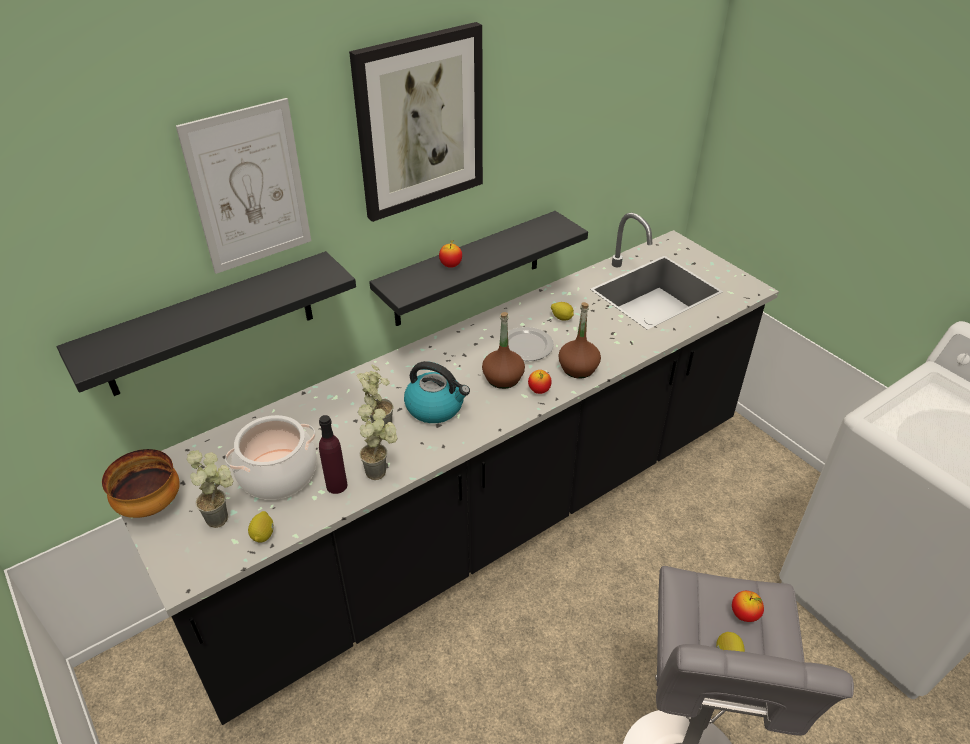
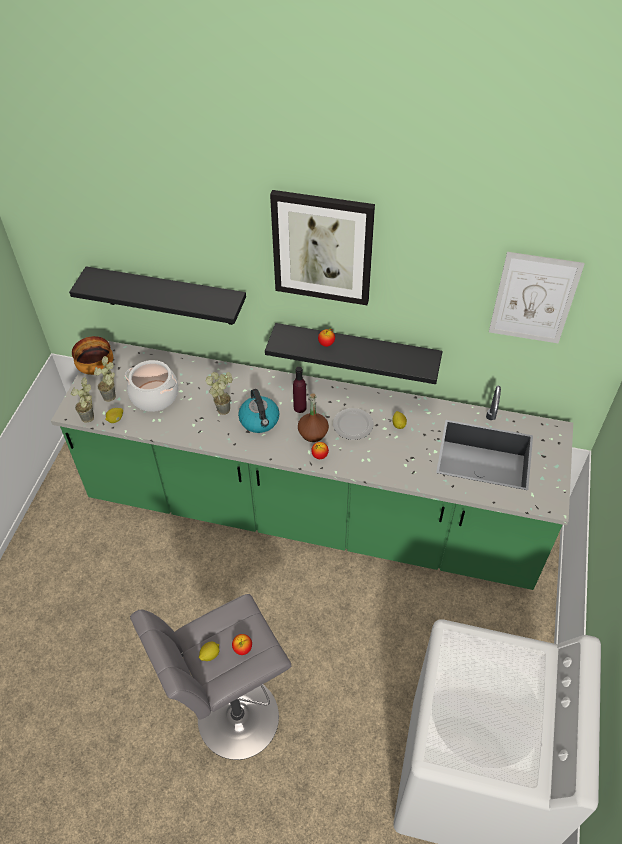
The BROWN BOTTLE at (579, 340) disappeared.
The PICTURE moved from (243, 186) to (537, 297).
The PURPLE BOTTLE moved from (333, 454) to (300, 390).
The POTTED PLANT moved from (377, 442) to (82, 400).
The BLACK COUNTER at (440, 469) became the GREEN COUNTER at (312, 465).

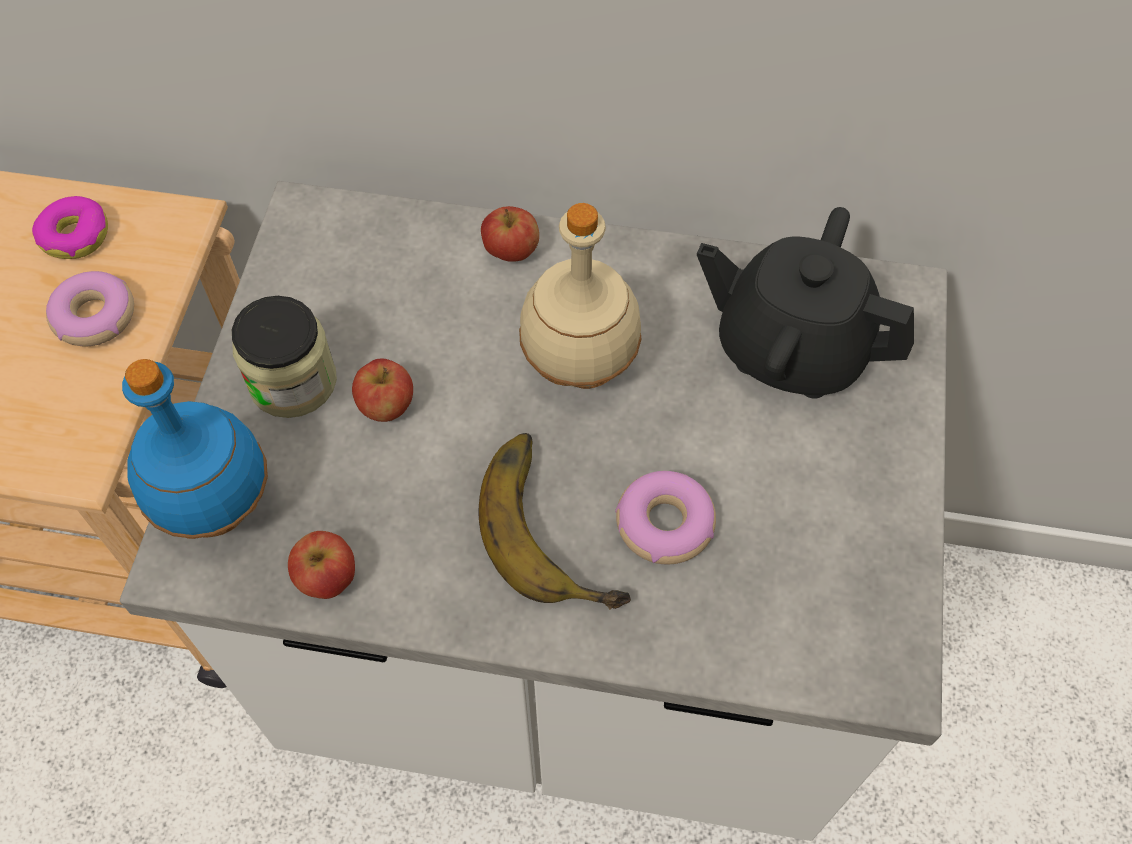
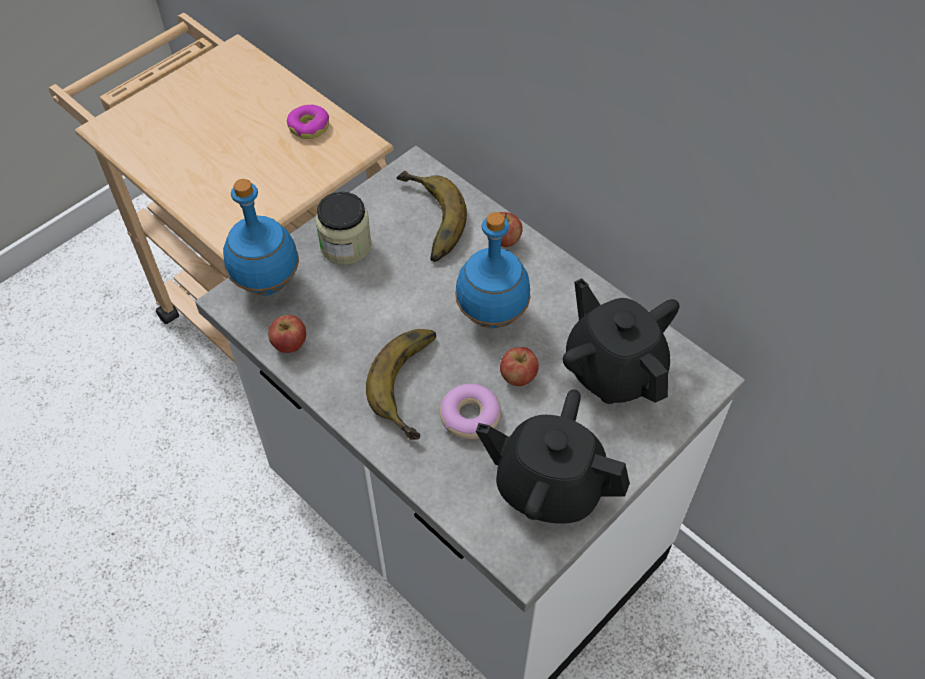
The DONUT at (90, 309) disappeared.
The BANANA at (432, 216) appeared.
The BLACK TEAPOT at (553, 456) appeared.
The APPLE moved from (382, 390) to (519, 366).
The BEIGE BOTTLE at (580, 296) became the BLUE BOTTLE at (493, 270).

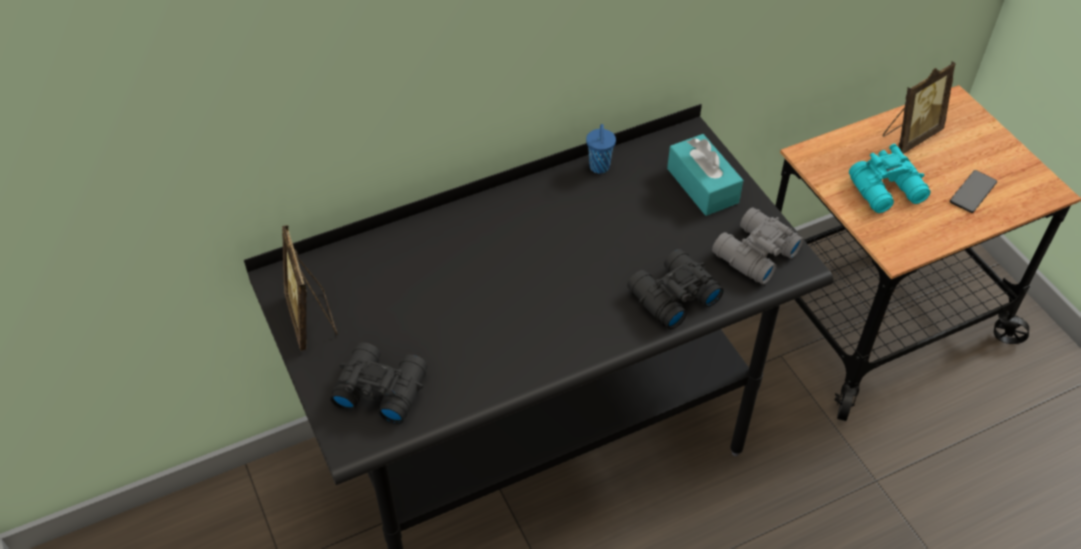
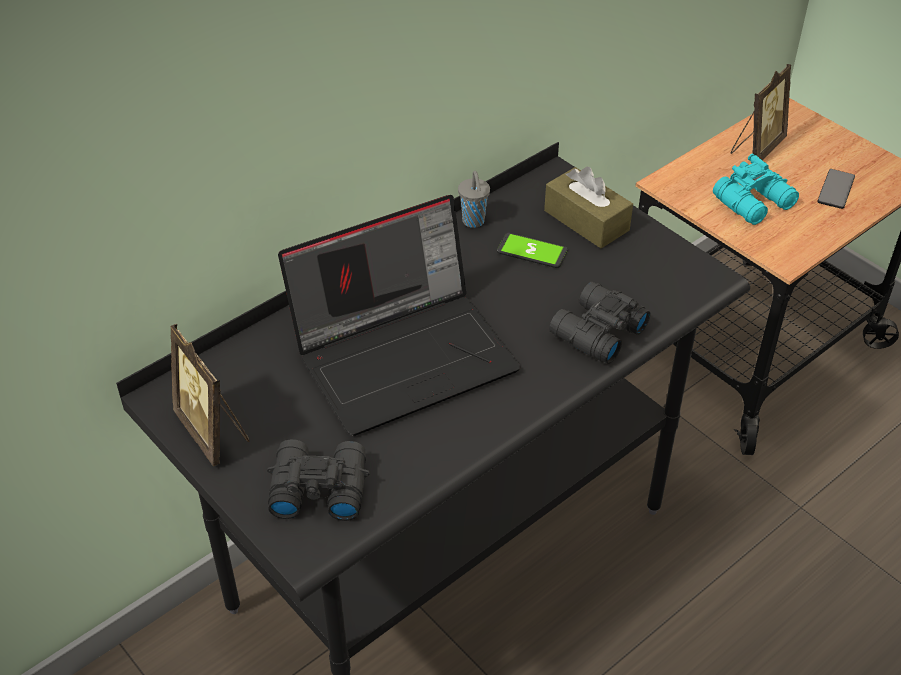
The GREY BINOCULARS at (758, 246) disappeared.
The LAPTOP at (399, 315) appeared.
The PHONE at (532, 250) appeared.
The BLUE CUP at (601, 149) became the GREY CUP at (474, 199).
The TURQUOISE TISSUE BOX at (705, 175) became the BROWN TISSUE BOX at (588, 207).

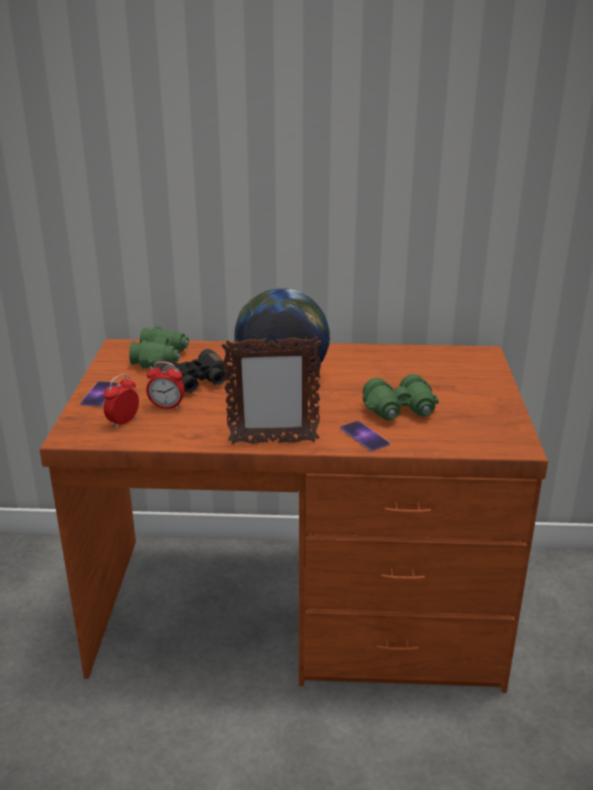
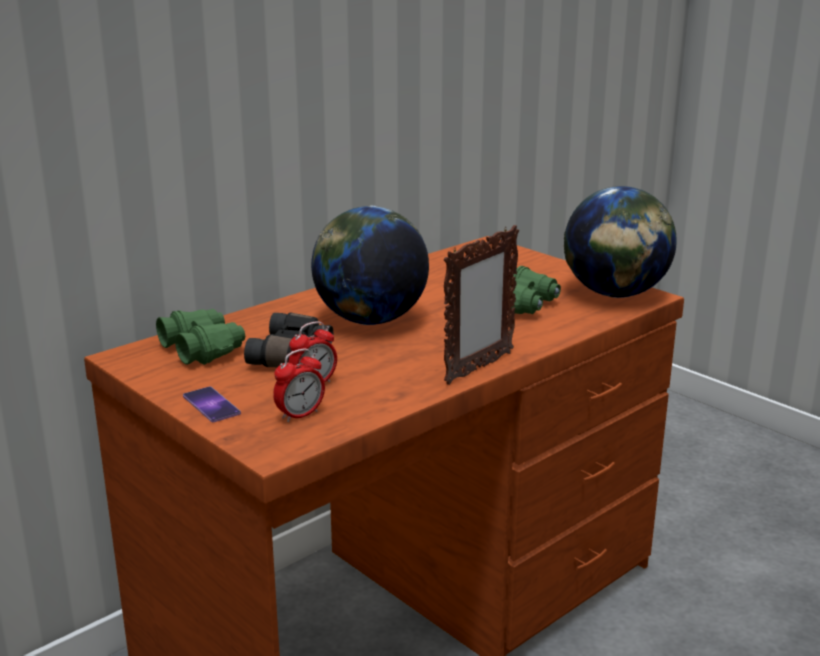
The PHONE at (365, 436) disappeared.
The GLOBE at (620, 242) appeared.
The ALARM CLOCK at (121, 401) turned 120 degrees counterclockwise.

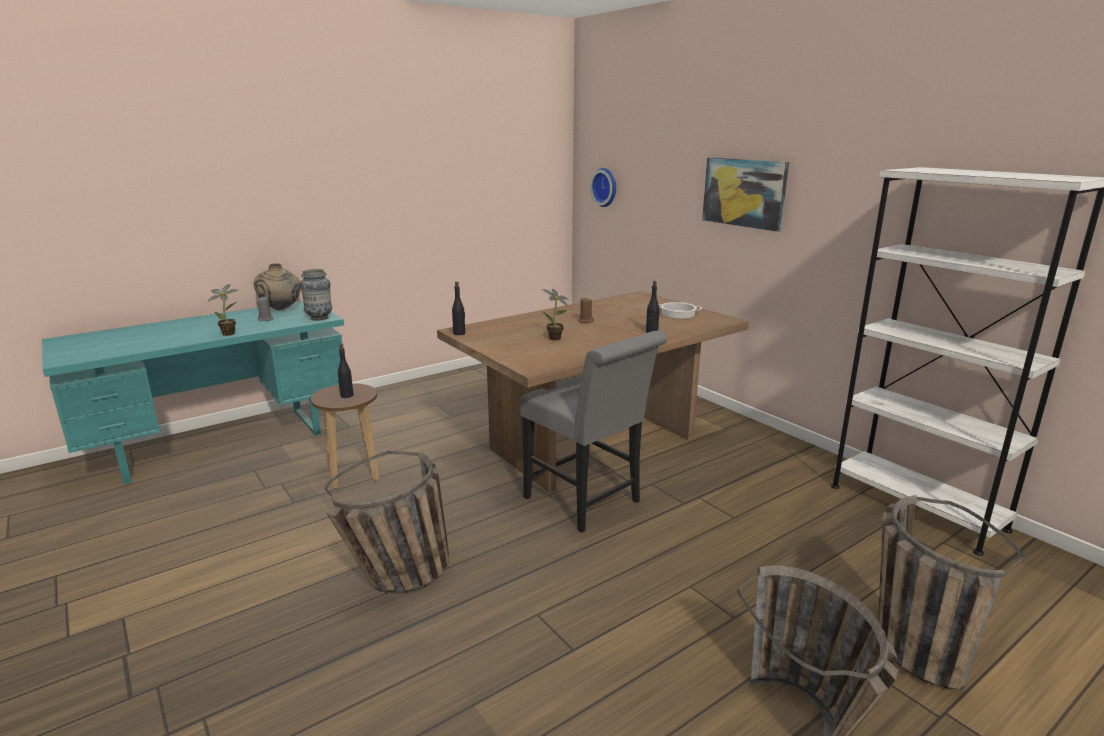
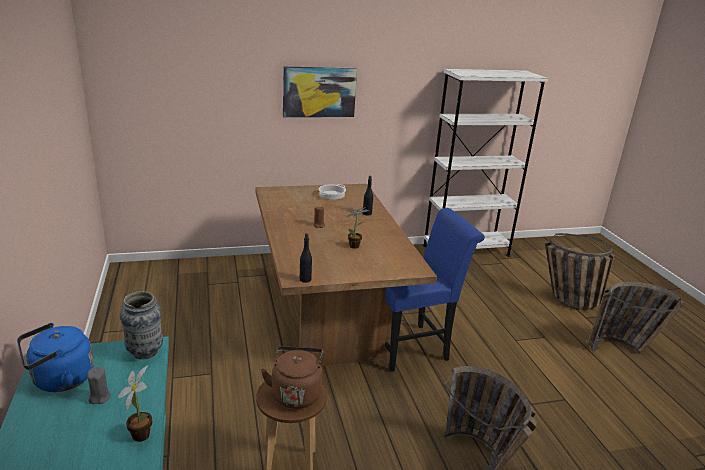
The WALL CLOCK at (603, 187) disappeared.
The BEIGE VASE at (277, 286) was replaced by the BLUE KETTLE at (55, 357).
The BLACK BOTTLE at (346, 371) was replaced by the BROWN KETTLE at (292, 377).
The GREY CHAIR at (593, 431) became the BLUE CHAIR at (435, 290).

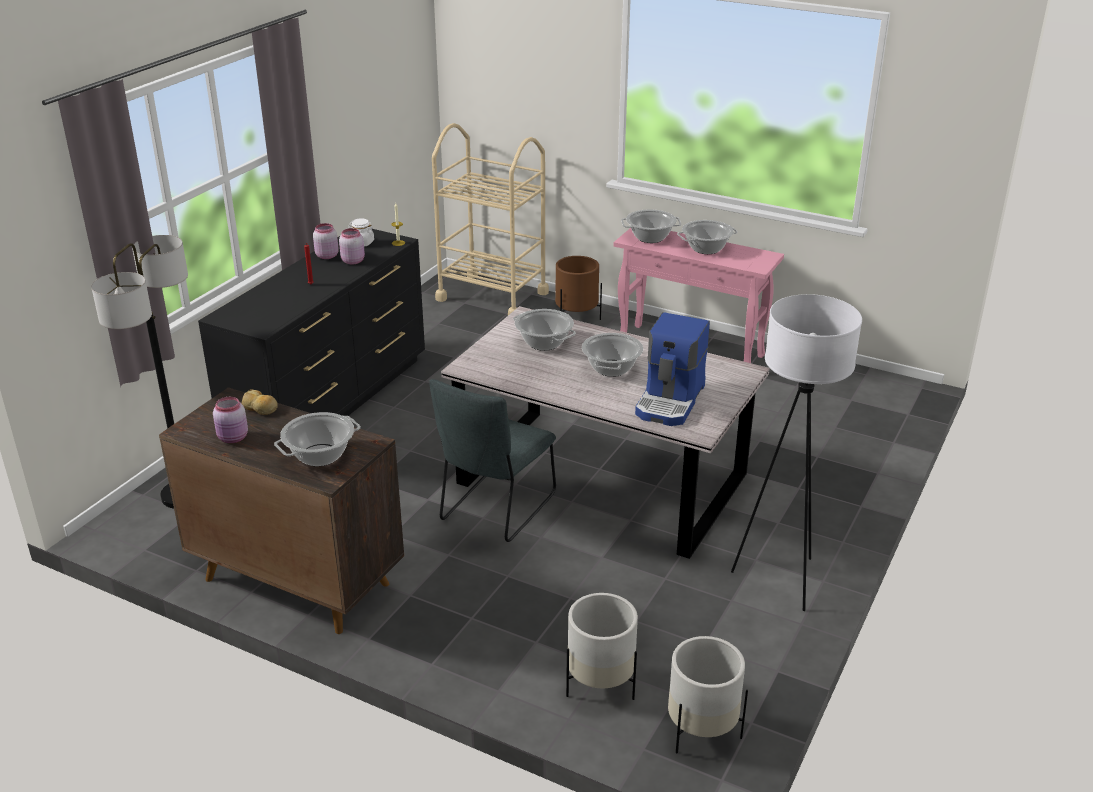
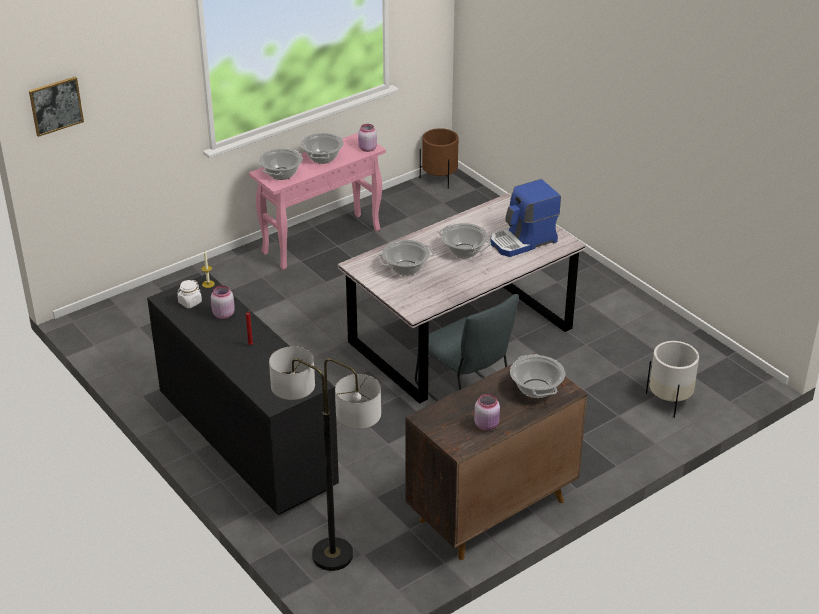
The BREAD at (259, 402) disappeared.
The BEIGE CART at (490, 219) disappeared.
The WHITE PLANTER at (708, 694) disappeared.
The WHITE FLOOR LAMP at (796, 452) disappeared.
The PICTURE at (56, 106) appeared.
The PINK JAR moved from (326, 241) to (367, 138).
The BROWN PLANTER moved from (578, 288) to (439, 158).
The COFFEE MACHINE at (672, 369) turned 105 degrees clockwise.

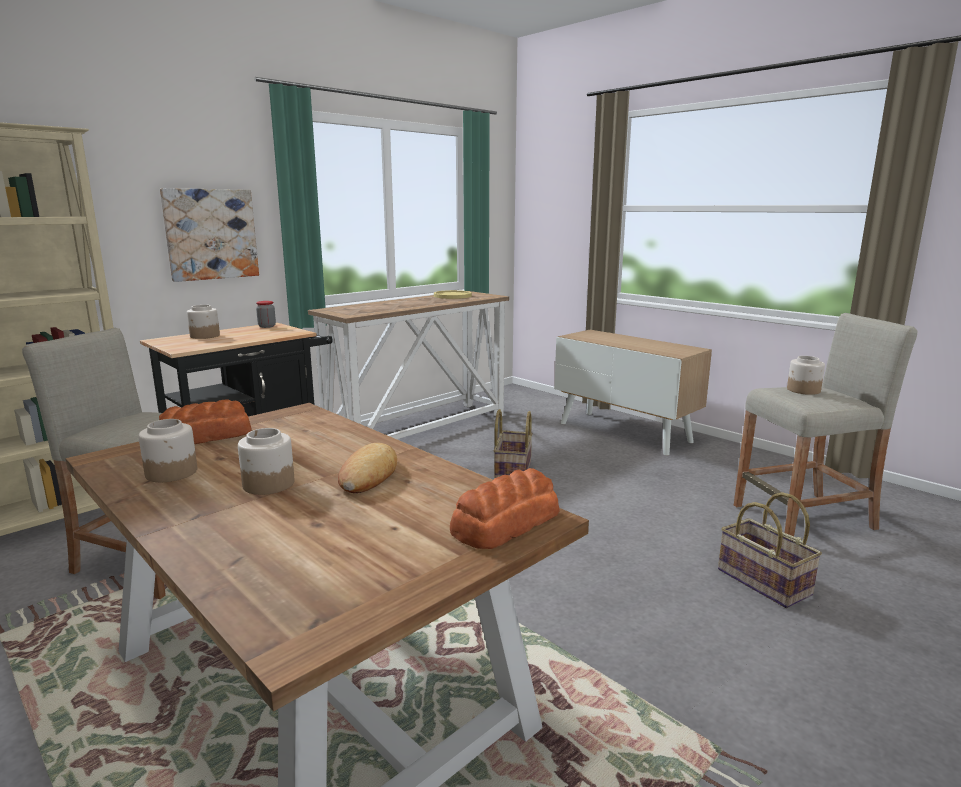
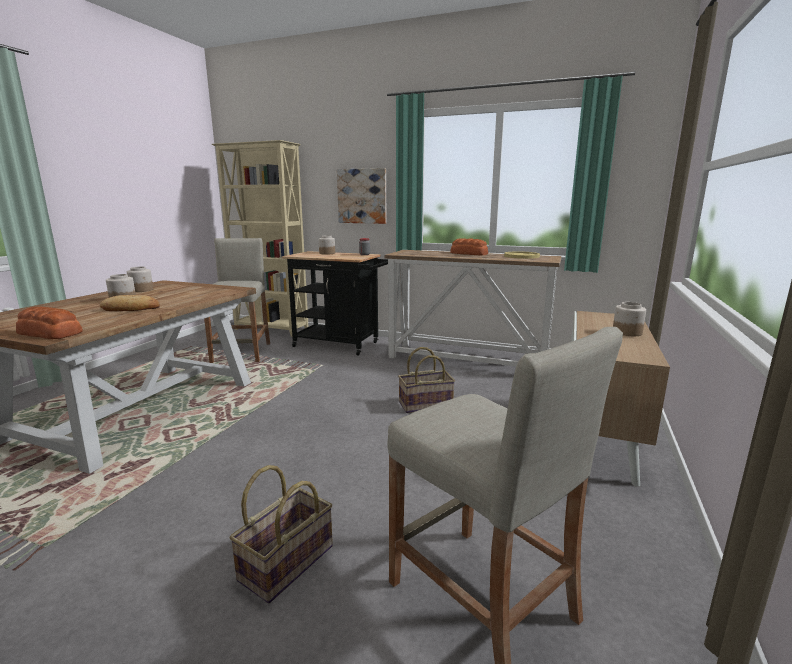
The BREAD moved from (205, 421) to (469, 246).
The JAR moved from (806, 375) to (629, 319).

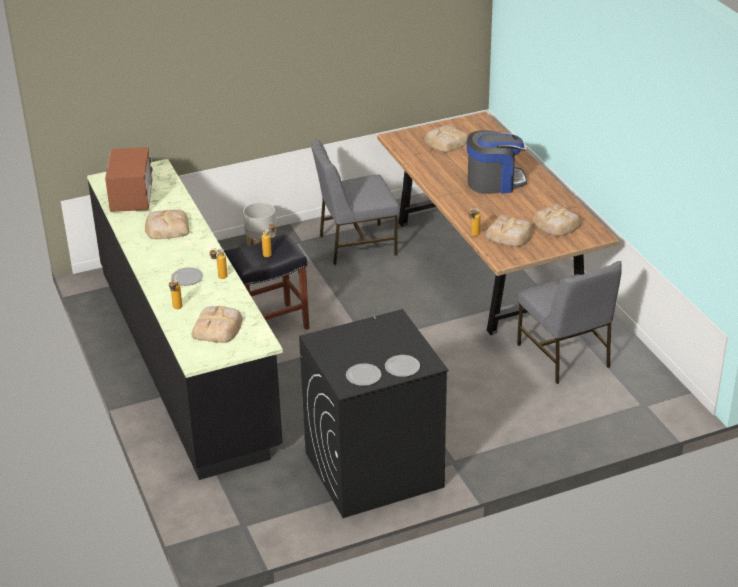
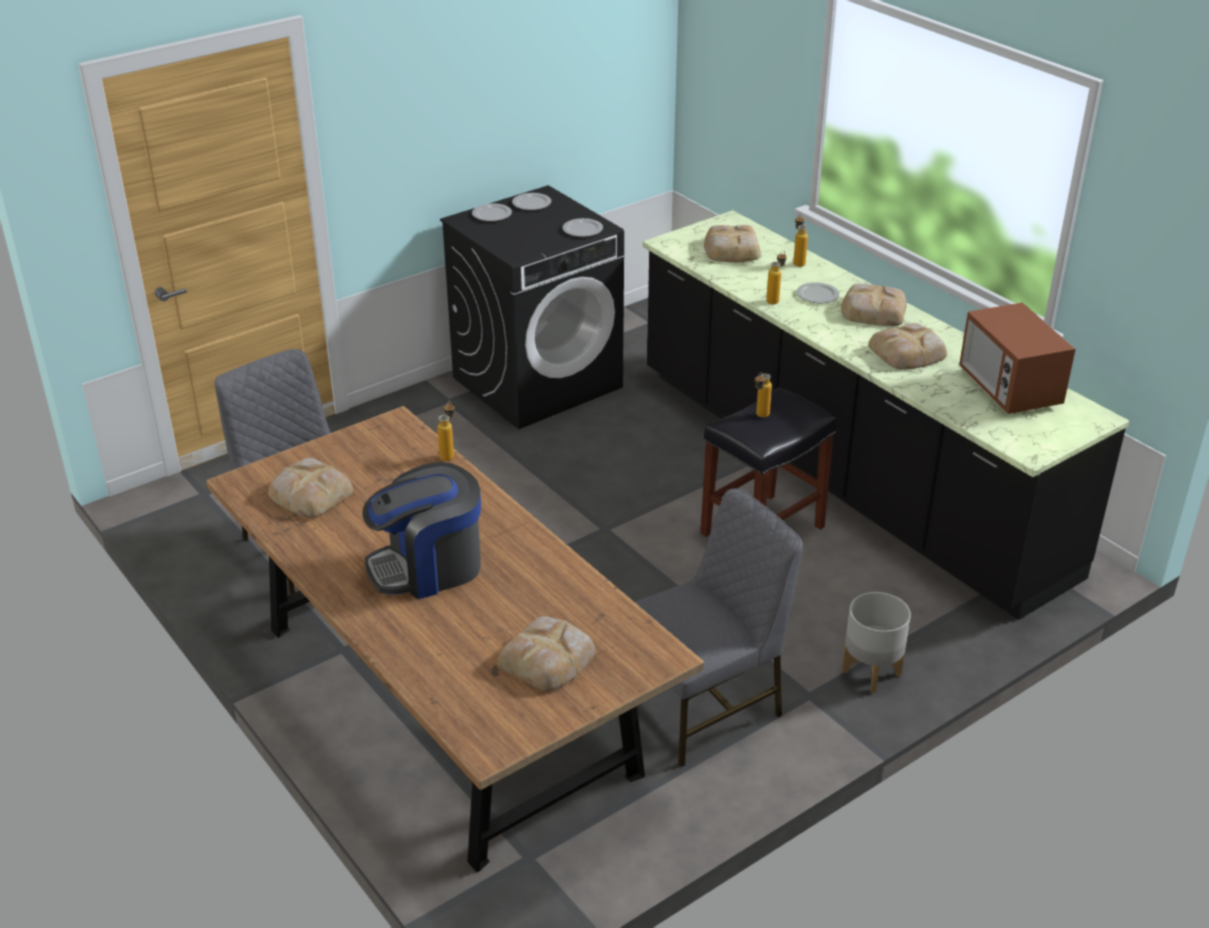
The PLATE at (583, 227) appeared.
The BREAD moved from (509, 231) to (874, 304).

